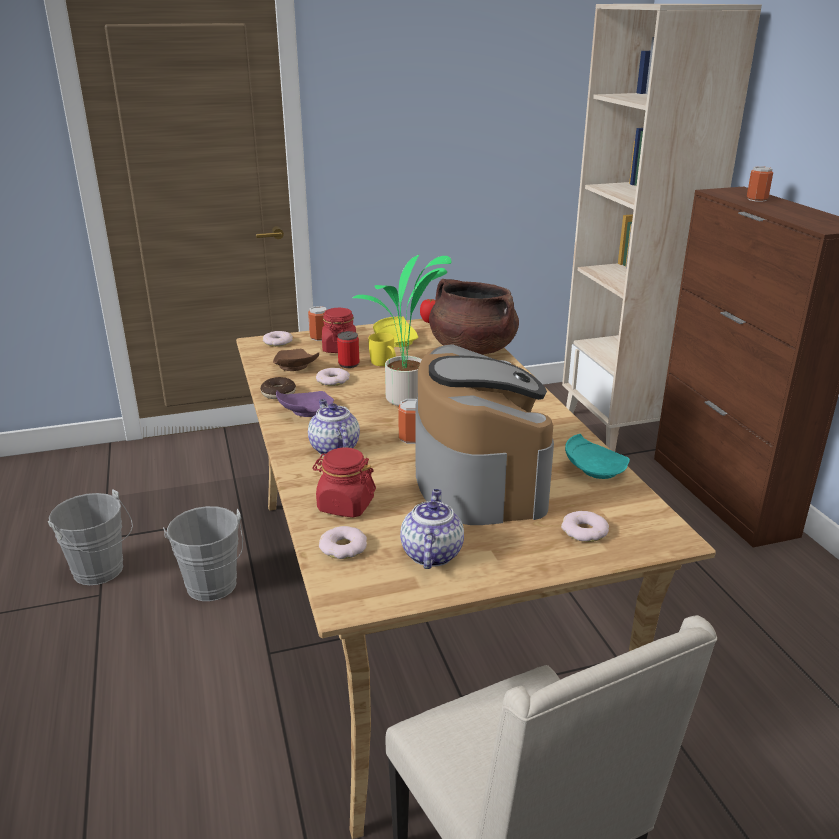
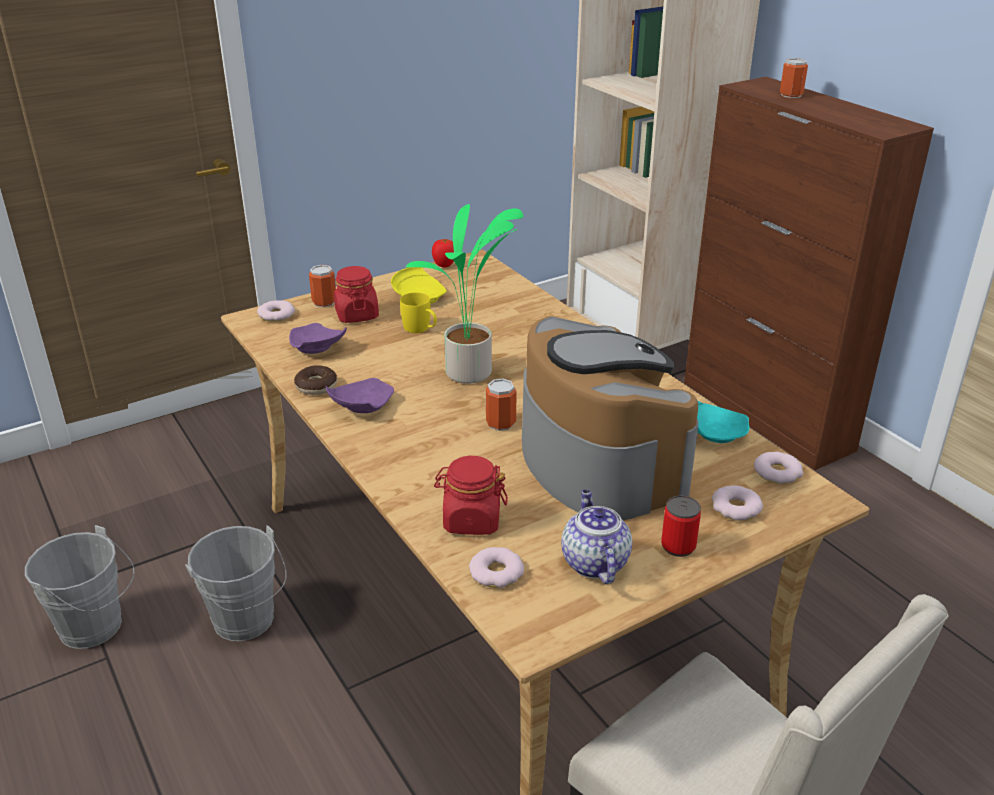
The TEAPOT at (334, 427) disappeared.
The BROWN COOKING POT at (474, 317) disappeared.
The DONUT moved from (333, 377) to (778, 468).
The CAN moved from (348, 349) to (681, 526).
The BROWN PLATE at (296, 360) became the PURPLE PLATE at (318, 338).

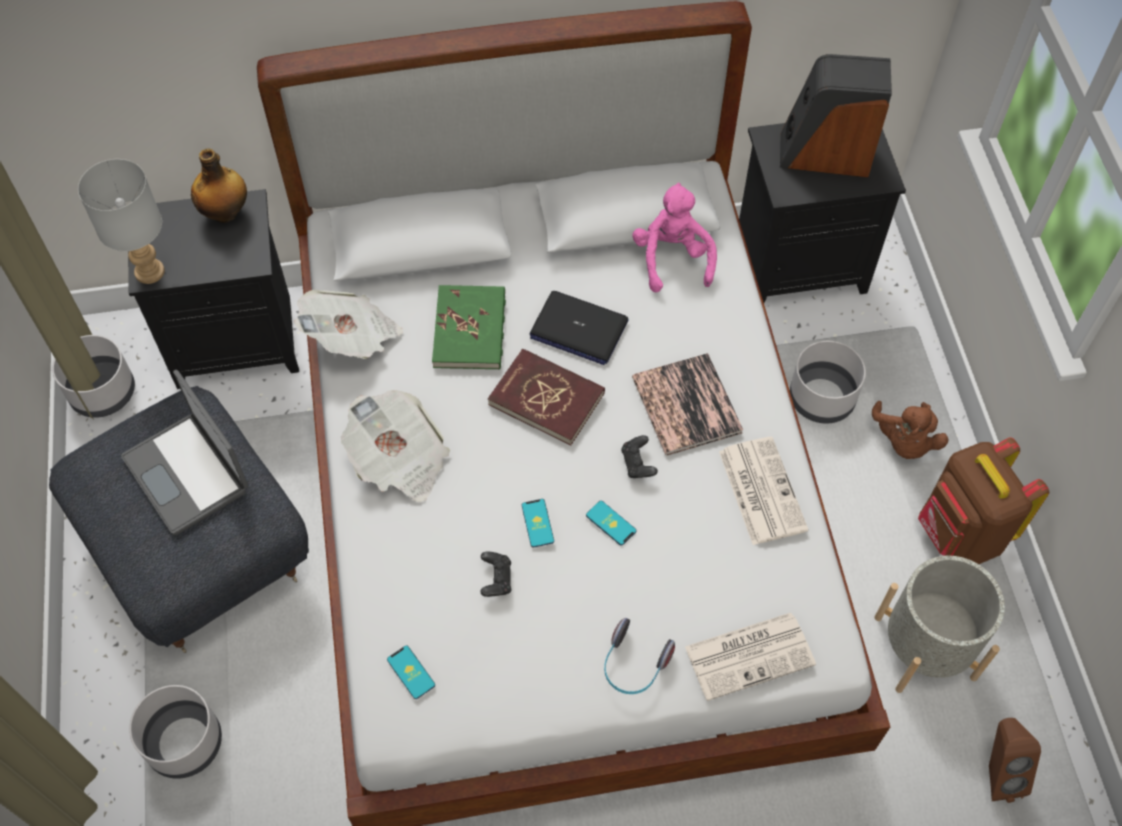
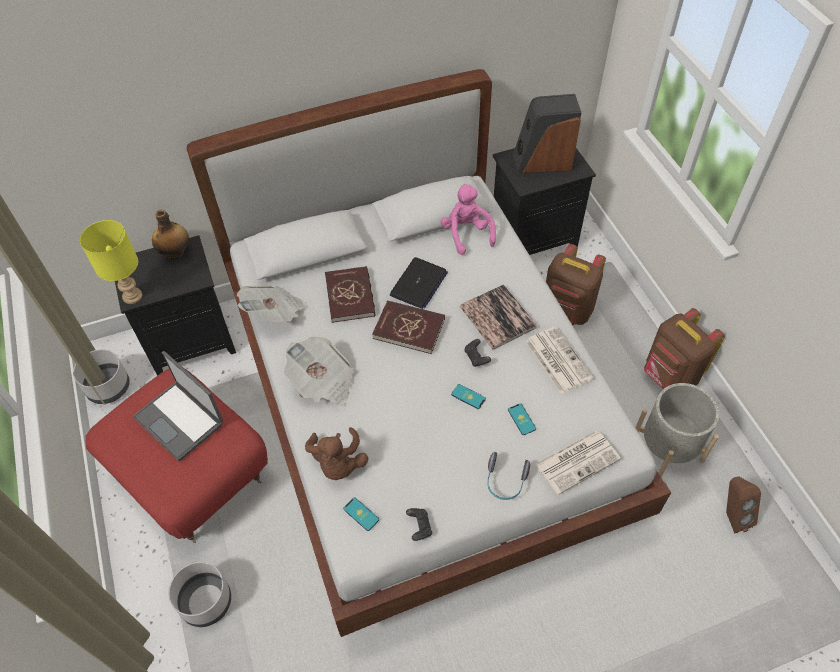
The BLACK GAME CONTROLLER moved from (496, 574) to (419, 524).
The PHONE moved from (538, 523) to (522, 419).
The BROWN PLUSH TOY moved from (910, 430) to (336, 453).
The GREY PLANTER at (828, 382) was replaced by the BROWN BACKPACK at (576, 284).
The GREY OTTOMAN at (179, 519) became the RED OTTOMAN at (176, 456).
The GREY TABLE LAMP at (121, 221) became the YELLOW TABLE LAMP at (111, 262).
The GREEN BOOK at (469, 327) became the RED BOOK at (350, 294).
The LAPTOP at (579, 328) turned 75 degrees counterclockwise.

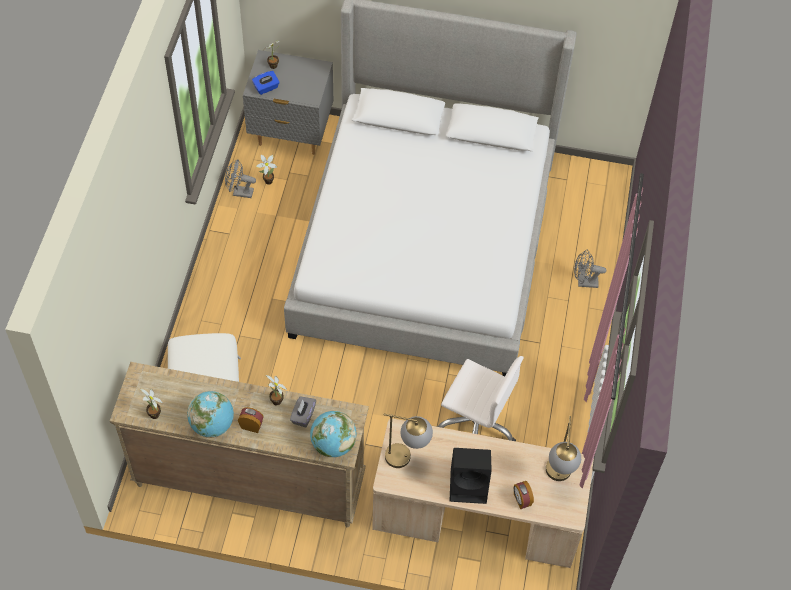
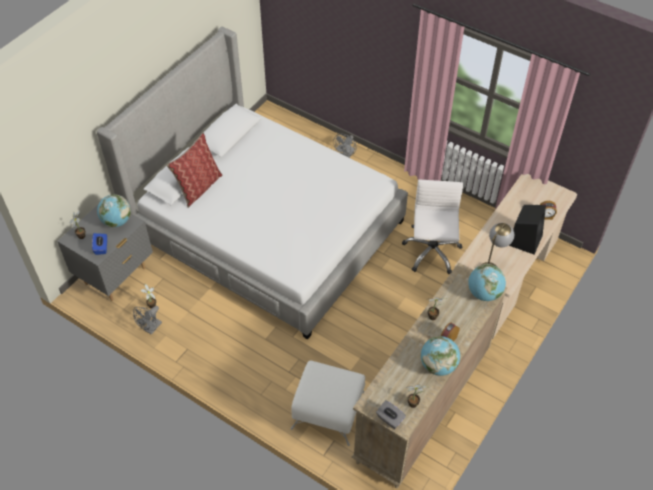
The TABLE LAMP at (563, 448) disappeared.
The GLOBE at (114, 210) appeared.
The PILLOW at (194, 170) appeared.
The GREY TISSUE BOX moved from (303, 412) to (391, 414).
The WHITE OFFICE CHAIR at (480, 398) turned 45 degrees counterclockwise.

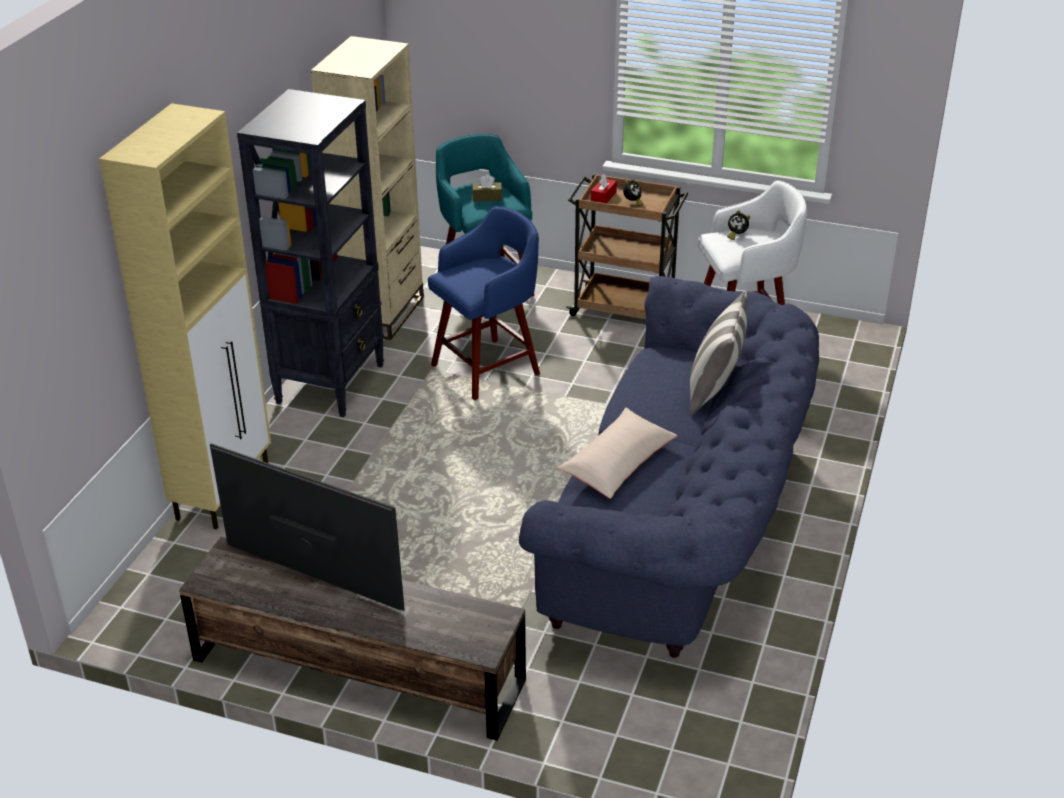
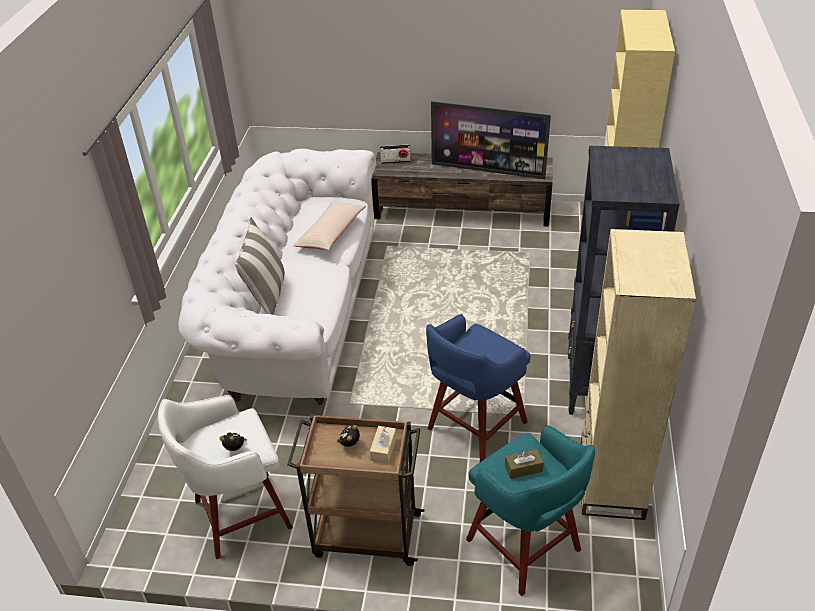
The RADIO at (395, 154) appeared.
The BLUE SOFA at (669, 467) became the WHITE SOFA at (277, 277).
The RED TISSUE BOX at (604, 188) became the BEIGE TISSUE BOX at (383, 445).

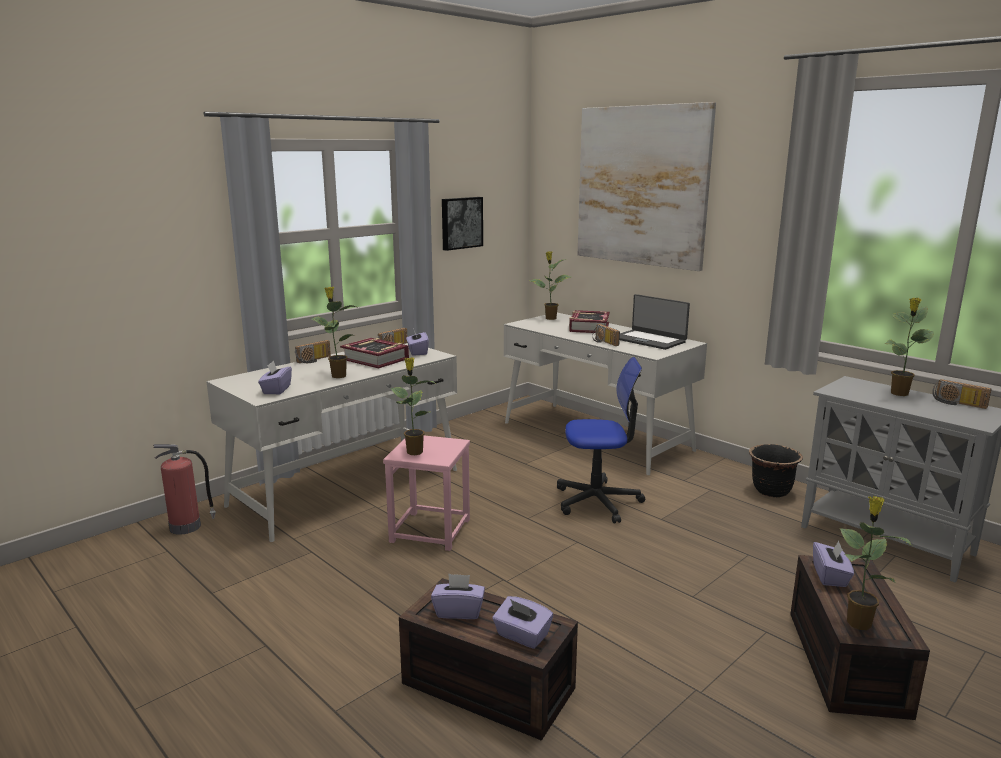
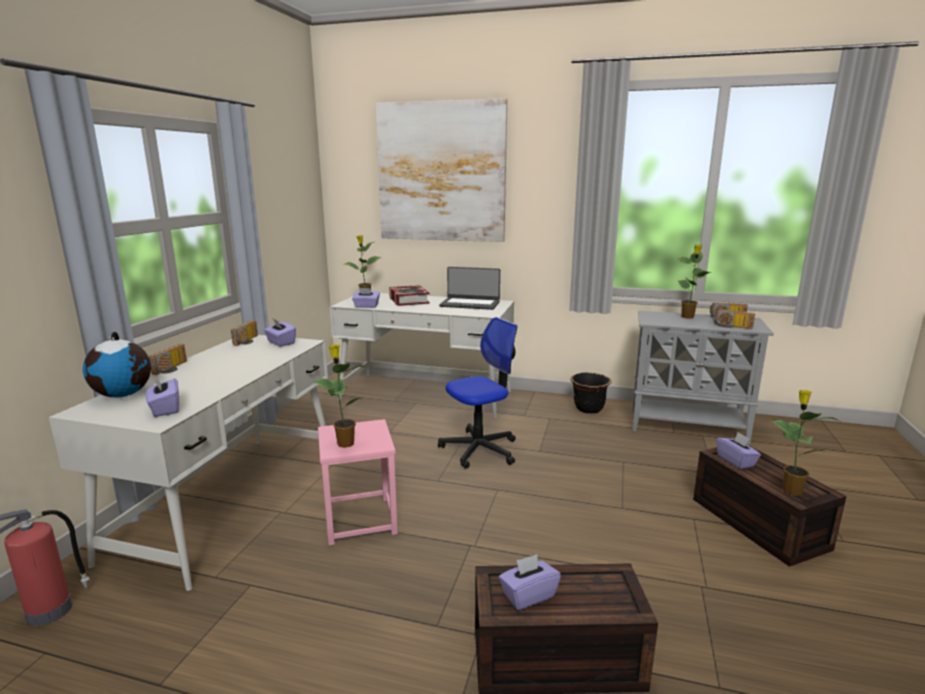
The POTTED PLANT at (335, 332) disappeared.
The BOOK at (374, 353) disappeared.
The PICTURE at (462, 224) disappeared.
The GLOBE at (117, 365) appeared.
The PURPLE TISSUE BOX moved from (523, 622) to (366, 298).
The RADIO moved from (606, 335) to (734, 319).

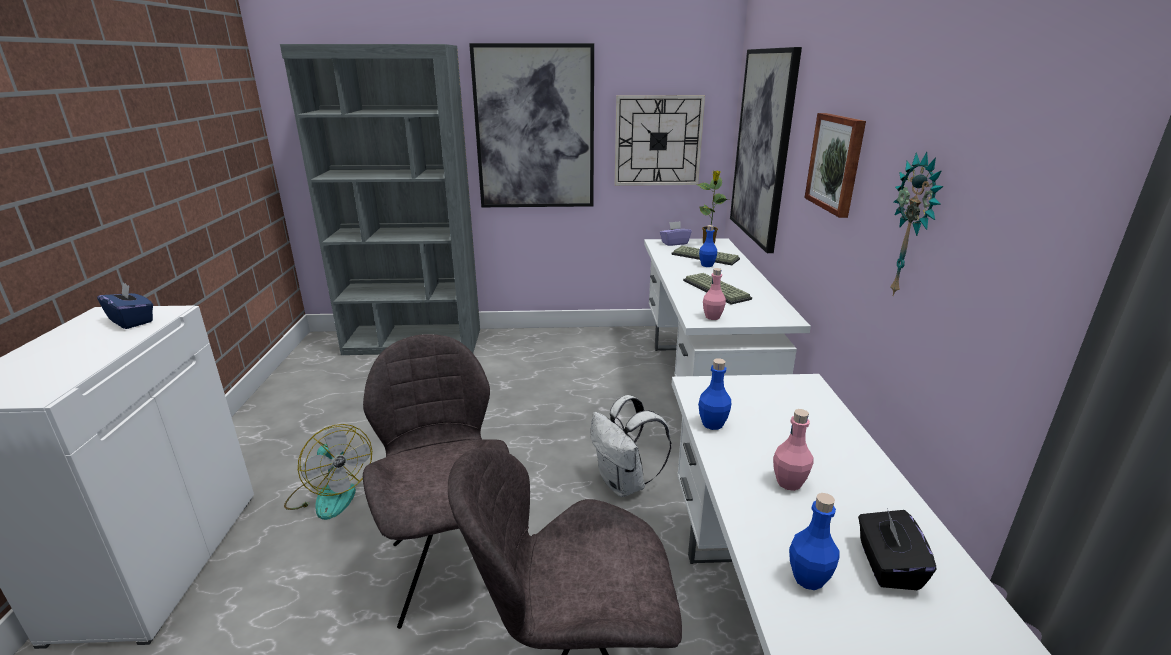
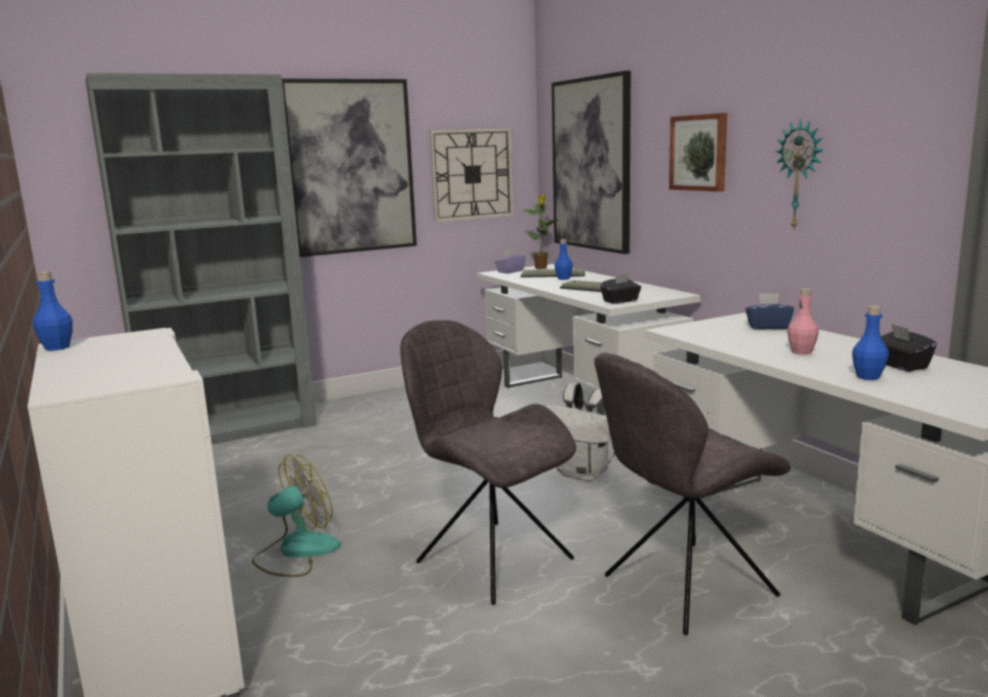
The BLUE TISSUE BOX moved from (125, 306) to (769, 311).
The BLUE BOTTLE moved from (714, 394) to (53, 311).
The PINK BOTTLE at (714, 294) was replaced by the BLACK TISSUE BOX at (620, 288).
The FAN at (328, 472) turned 60 degrees counterclockwise.

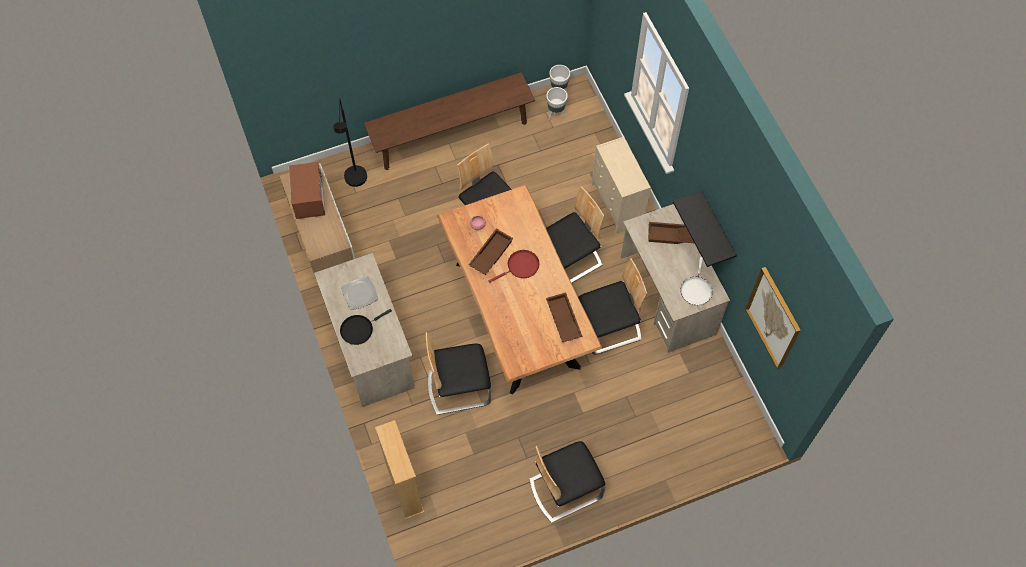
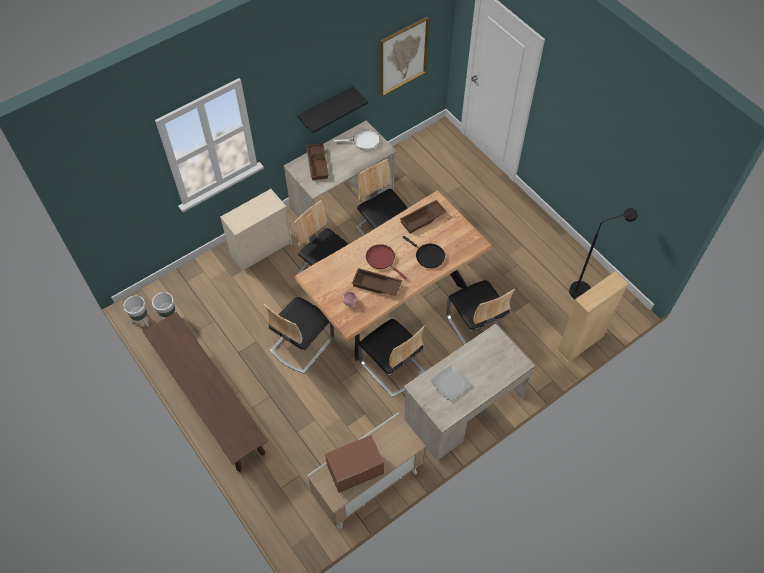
The BLACK FLOOR LAMP moved from (350, 142) to (603, 253).
The BLACK FRYING PAN moved from (366, 327) to (423, 252).
The CHAIR moved from (567, 482) to (391, 358).

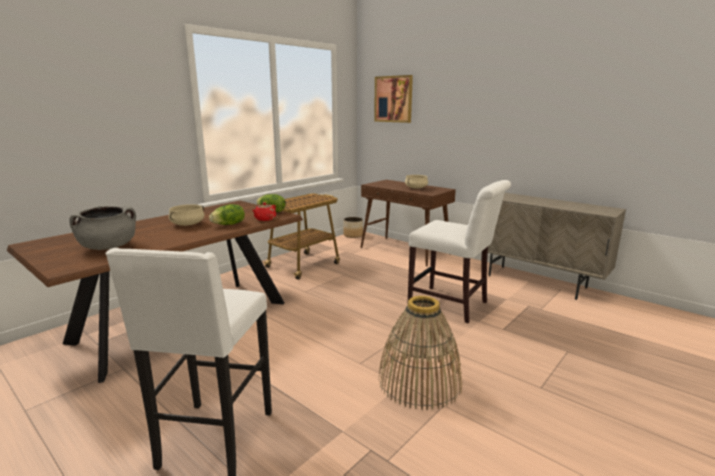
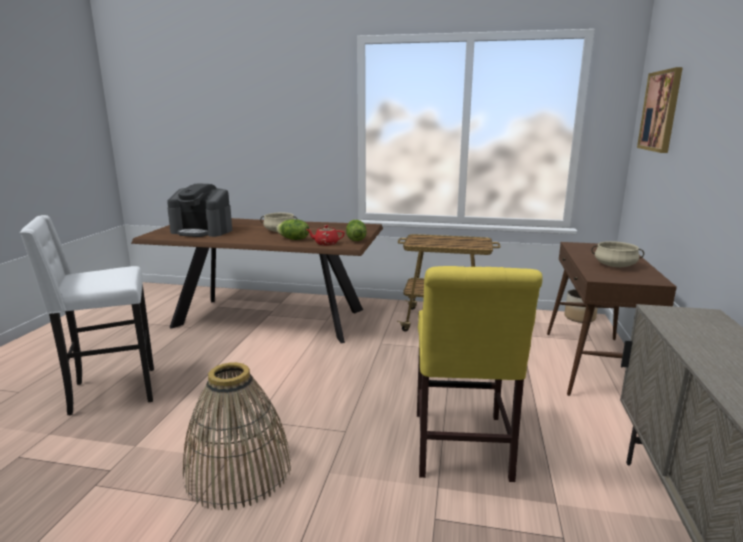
The GREY COOKING POT at (102, 228) was replaced by the COFFEE MACHINE at (199, 210).
The WHITE CHAIR at (459, 251) became the YELLOW CHAIR at (479, 374).

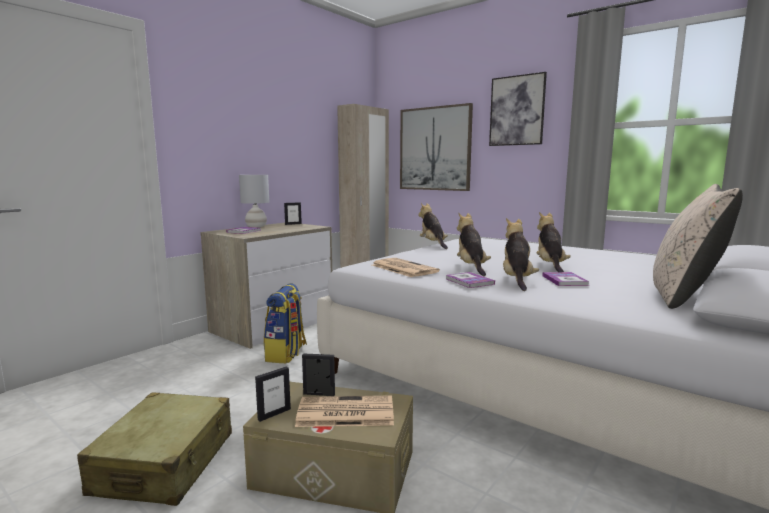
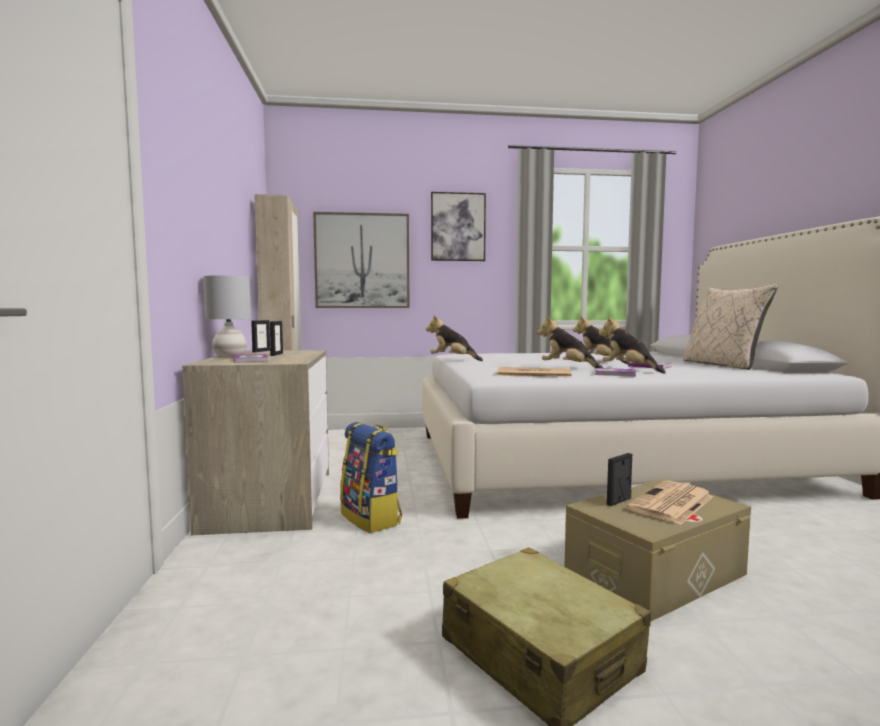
The PICTURE FRAME moved from (273, 394) to (276, 338).

